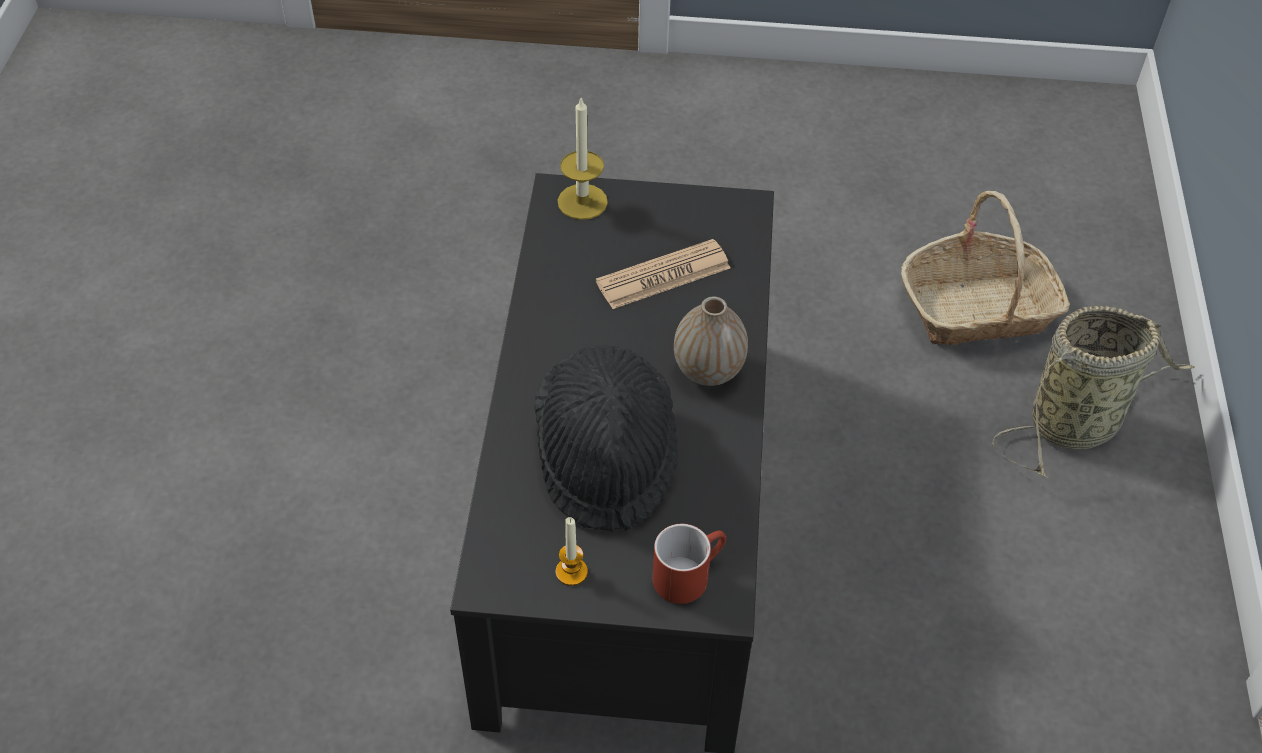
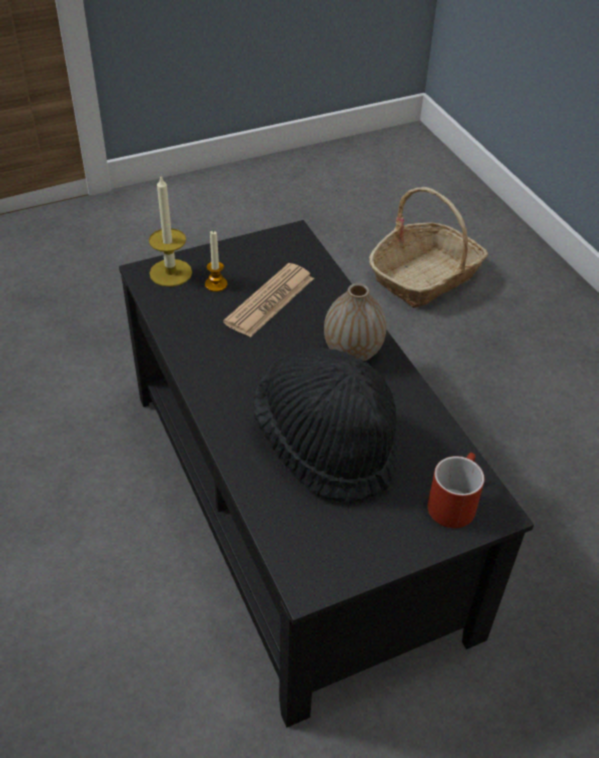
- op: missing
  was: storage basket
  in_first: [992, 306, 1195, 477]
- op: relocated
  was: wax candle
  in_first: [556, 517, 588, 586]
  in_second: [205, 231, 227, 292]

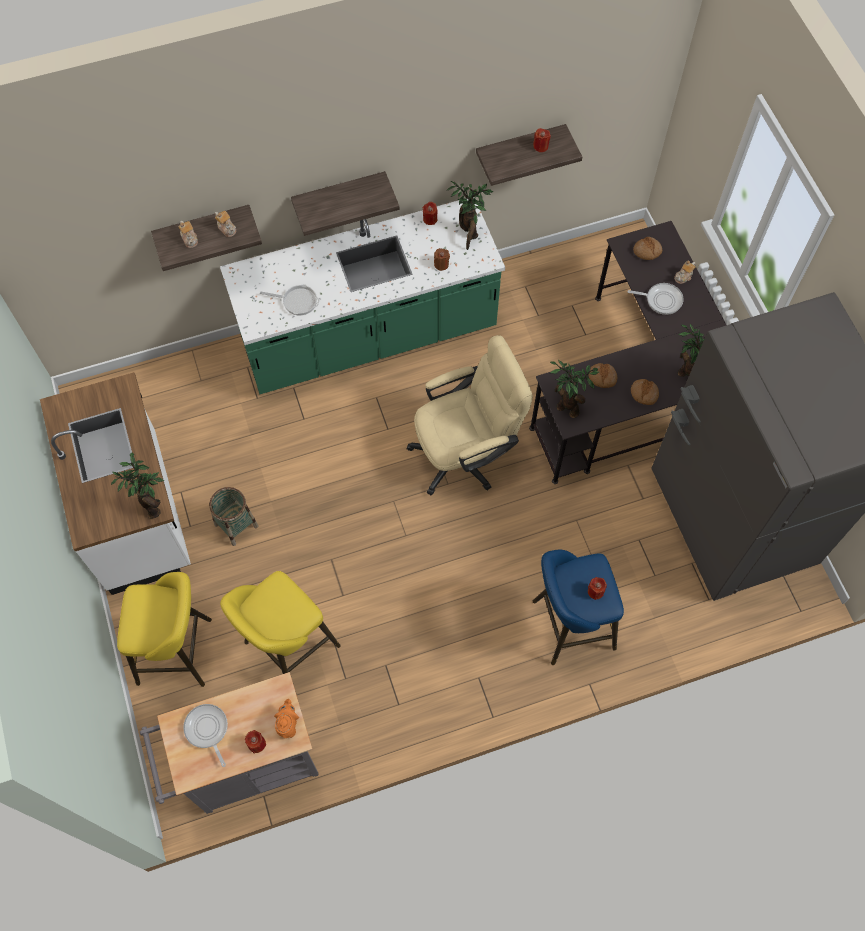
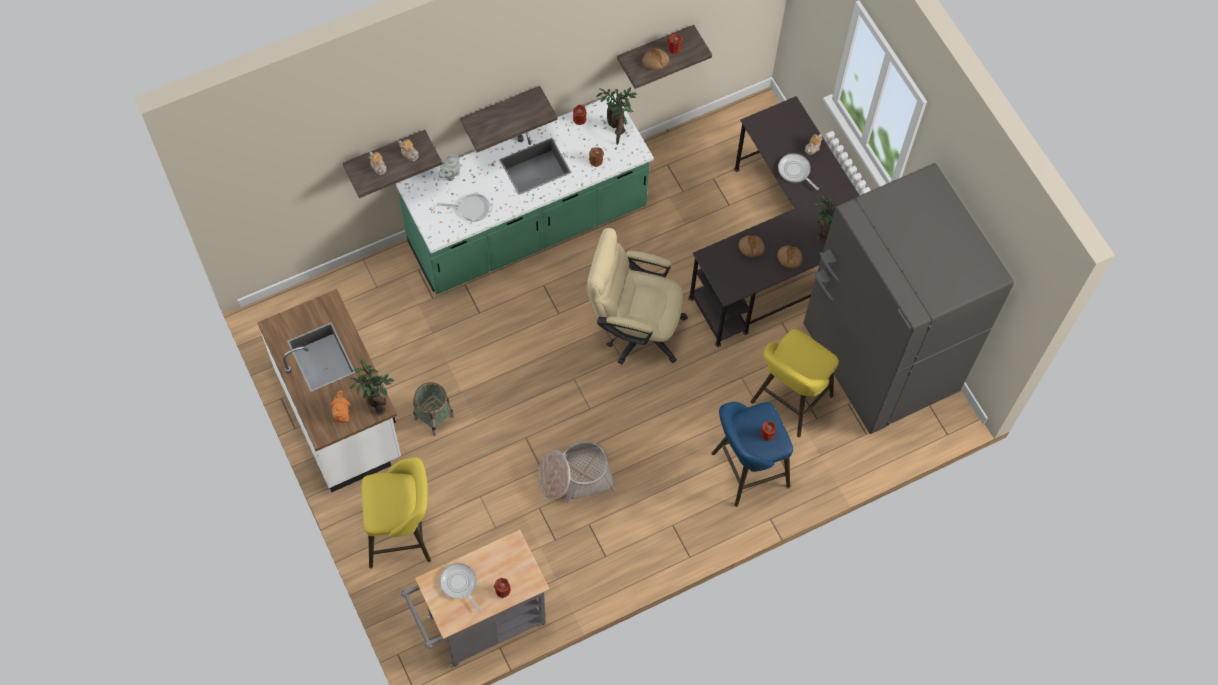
- op: missing
  was: potted plant
  in_first: [550, 360, 599, 418]
- op: appeared
  now: gray pot for tea
  in_second: [439, 155, 460, 181]
- op: appeared
  now: storage basket
  in_second: [538, 441, 616, 504]
- op: relocated
  was: yellow-coloured stool seat
  in_first: [220, 571, 340, 674]
  in_second: [750, 329, 839, 437]
- op: relocated
  was: orangey pot for tea
  in_first: [274, 699, 299, 738]
  in_second: [330, 391, 351, 423]
- op: relocated
  was: bakery bread
  in_first: [633, 237, 662, 260]
  in_second: [642, 48, 669, 70]
- op: spun
  was: sand-coloured desk chair
  in_first: [407, 335, 533, 496]
  in_second: [587, 228, 688, 365]
  clockwise: -135
- op: spun
  was: pan
  in_first: [627, 283, 683, 315]
  in_second: [778, 153, 819, 190]
  clockwise: -135

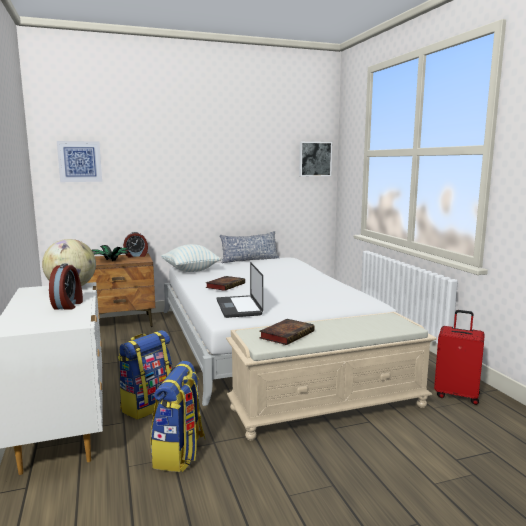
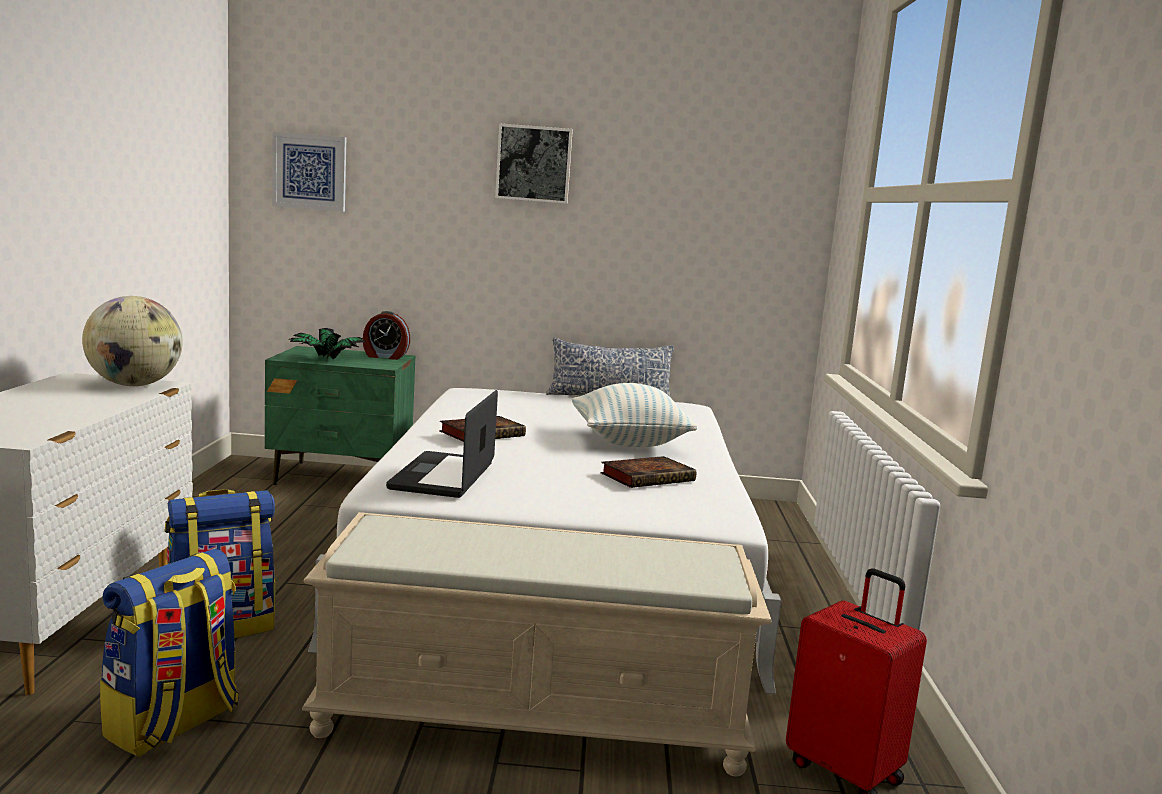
- op: missing
  was: bedside clock
  in_first: [49, 264, 83, 310]
- op: relocated
  was: throw pillow
  in_first: [161, 244, 221, 272]
  in_second: [572, 383, 697, 447]
- op: relocated
  was: bound book
  in_first: [259, 319, 315, 345]
  in_second: [600, 456, 696, 488]
- op: relocated
  was: wall art
  in_first: [299, 142, 332, 176]
  in_second: [495, 123, 573, 204]
- op: colour
  was: brown-coloured night table
  now: greenish night table
  in_first: [87, 253, 155, 327]
  in_second: [265, 346, 415, 485]

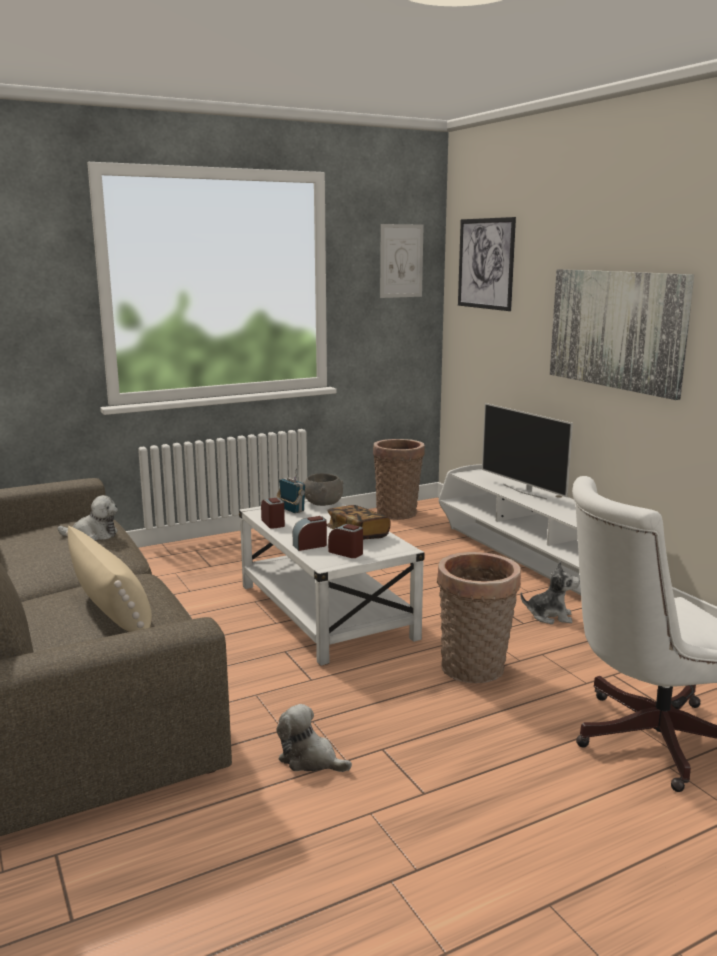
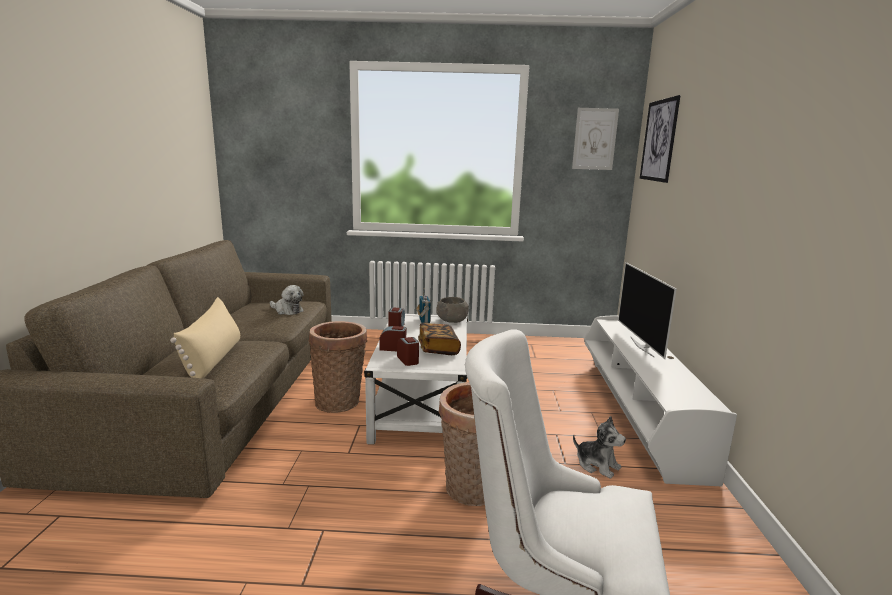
- op: missing
  was: soft toy
  in_first: [276, 704, 352, 772]
- op: missing
  was: wall art
  in_first: [550, 269, 694, 400]
- op: relocated
  was: storage basket
  in_first: [373, 439, 425, 520]
  in_second: [309, 321, 367, 413]

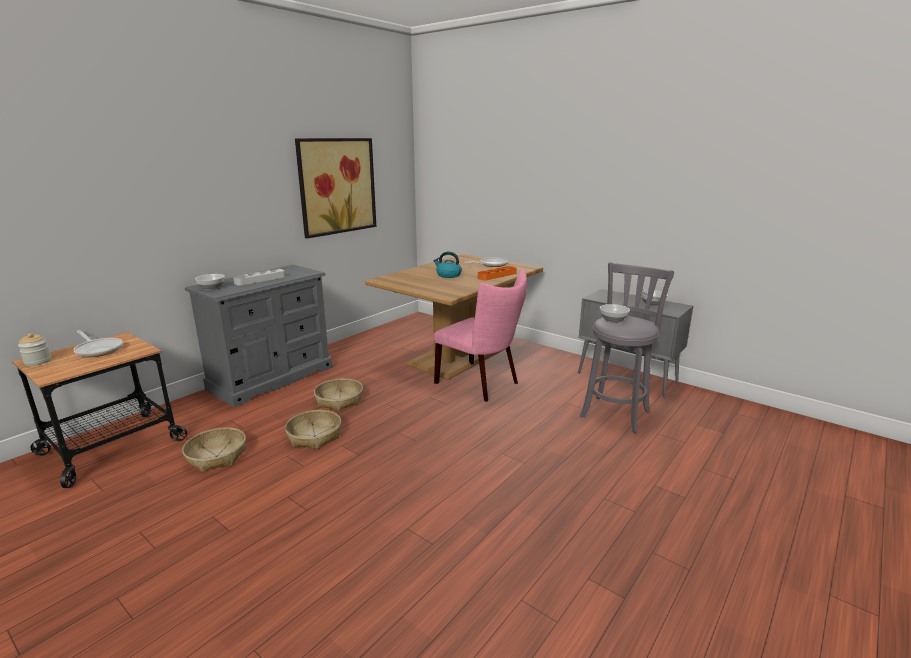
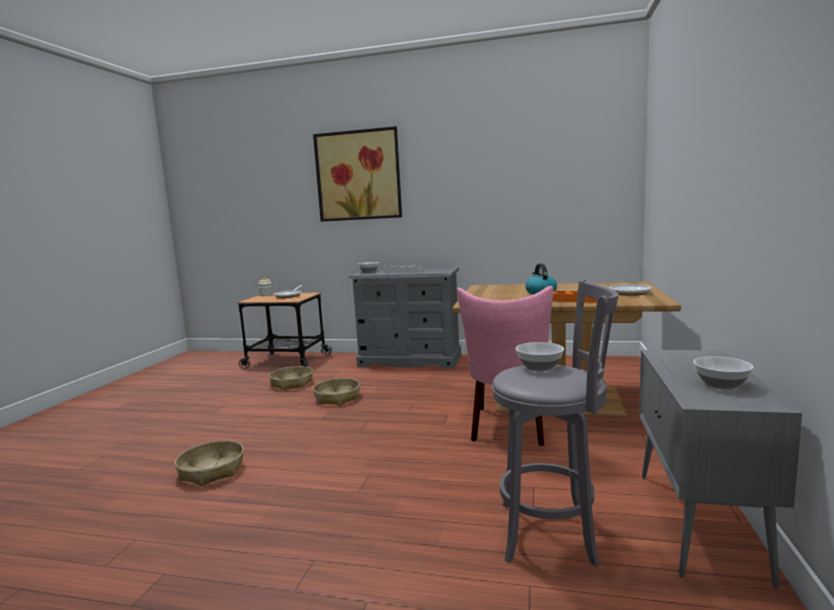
- op: relocated
  was: wall art
  in_first: [295, 138, 376, 239]
  in_second: [313, 126, 402, 222]
- op: relocated
  was: storage basket
  in_first: [314, 378, 363, 411]
  in_second: [175, 440, 244, 486]

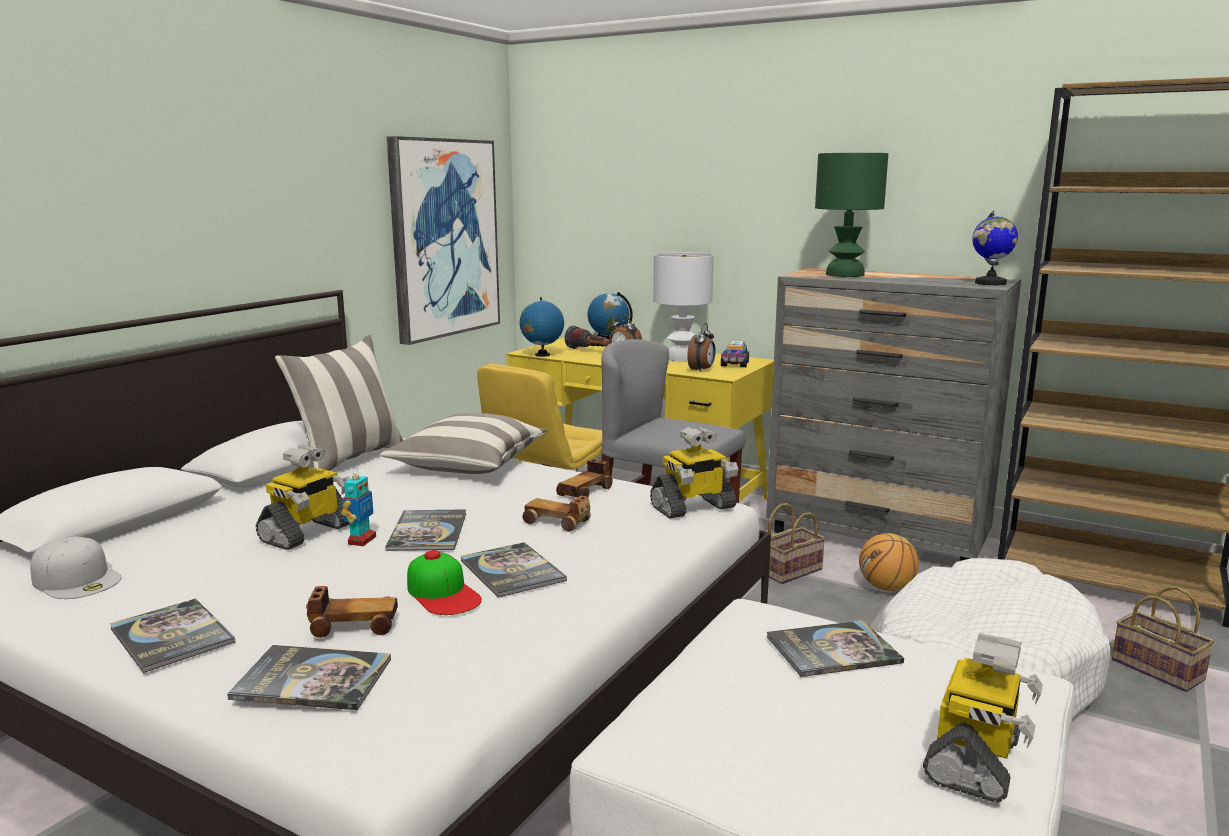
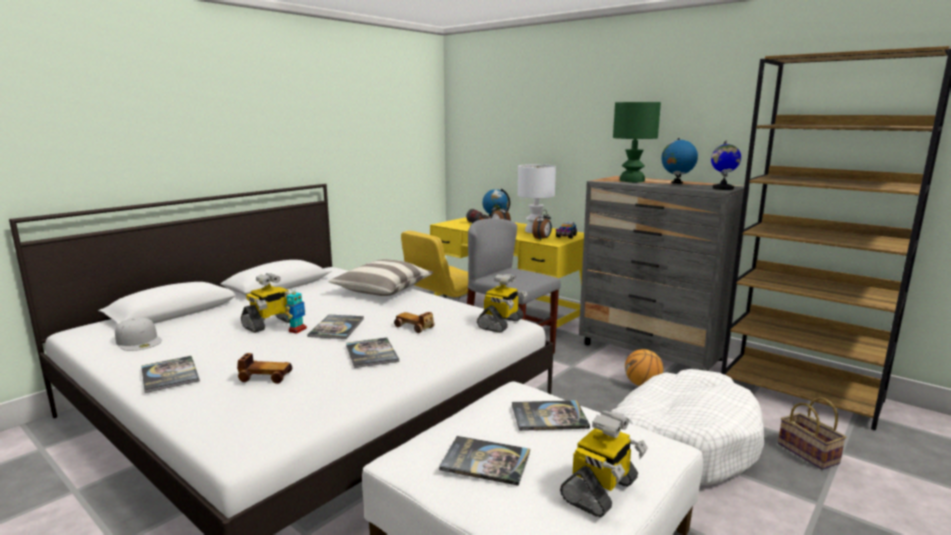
- op: missing
  was: throw pillow
  in_first: [275, 335, 403, 471]
- op: missing
  was: wall art
  in_first: [387, 136, 500, 345]
- op: missing
  was: baseball cap
  in_first: [407, 550, 482, 615]
- op: missing
  was: model car
  in_first: [556, 459, 613, 497]
- op: missing
  was: storage basket
  in_first: [768, 503, 826, 584]
- op: relocated
  was: bound book
  in_first: [227, 645, 391, 710]
  in_second: [439, 436, 530, 486]
- op: relocated
  was: globe
  in_first: [520, 297, 564, 357]
  in_second: [661, 138, 698, 184]
- op: spun
  was: toy robot
  in_first: [650, 426, 738, 519]
  in_second: [477, 273, 528, 333]
  clockwise: -45

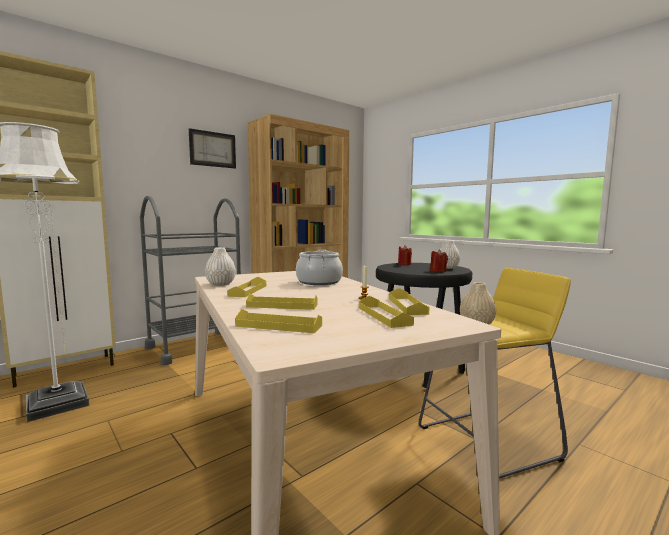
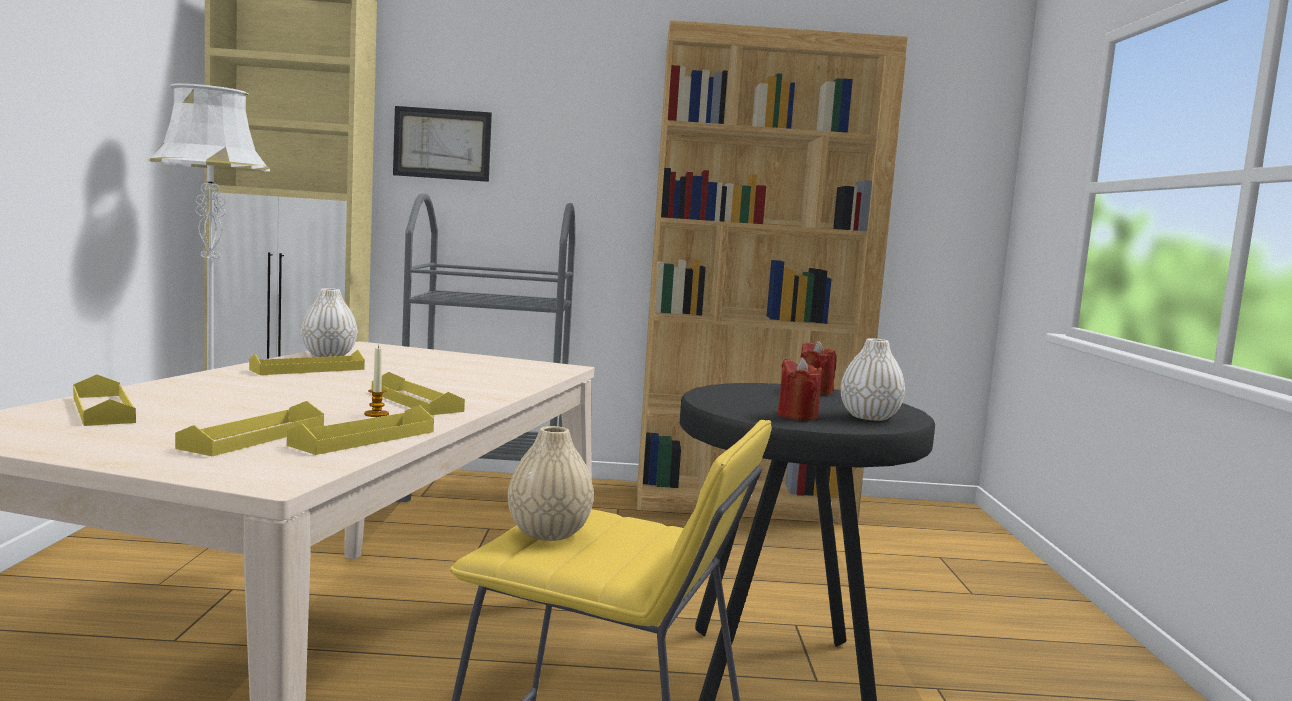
- op: missing
  was: saucepot
  in_first: [296, 250, 343, 285]
- op: relocated
  was: wall art
  in_first: [189, 128, 236, 169]
  in_second: [393, 106, 492, 182]
- op: relocated
  was: yellow-coloured tray
  in_first: [246, 293, 318, 310]
  in_second: [372, 372, 465, 415]

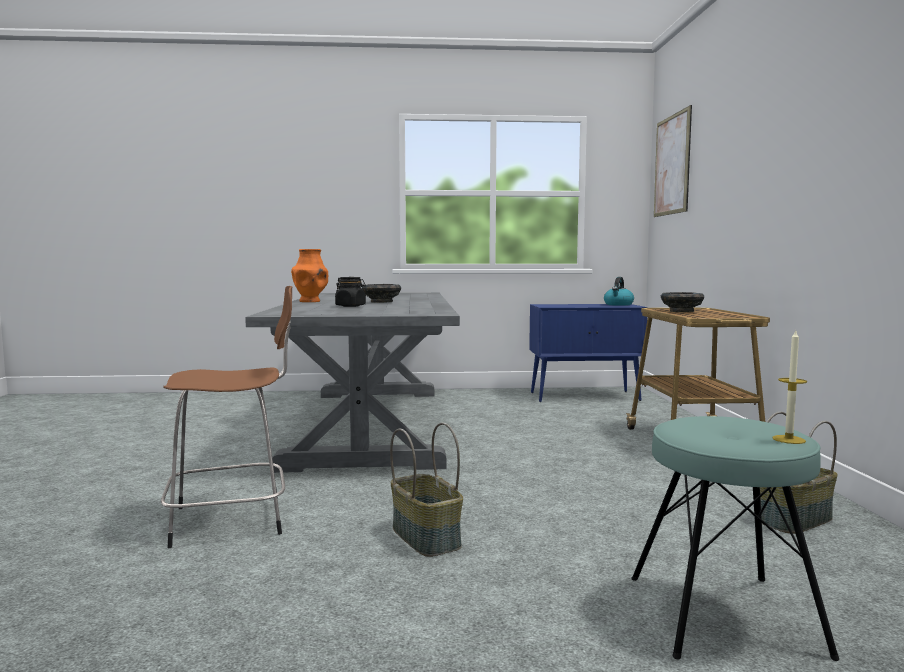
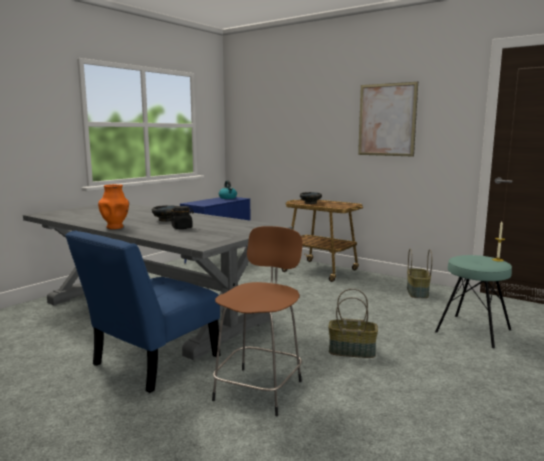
- op: appeared
  now: blue-coloured plain chair
  in_second: [65, 231, 221, 393]
- op: relocated
  was: wall art
  in_first: [654, 105, 692, 217]
  in_second: [358, 82, 418, 157]

